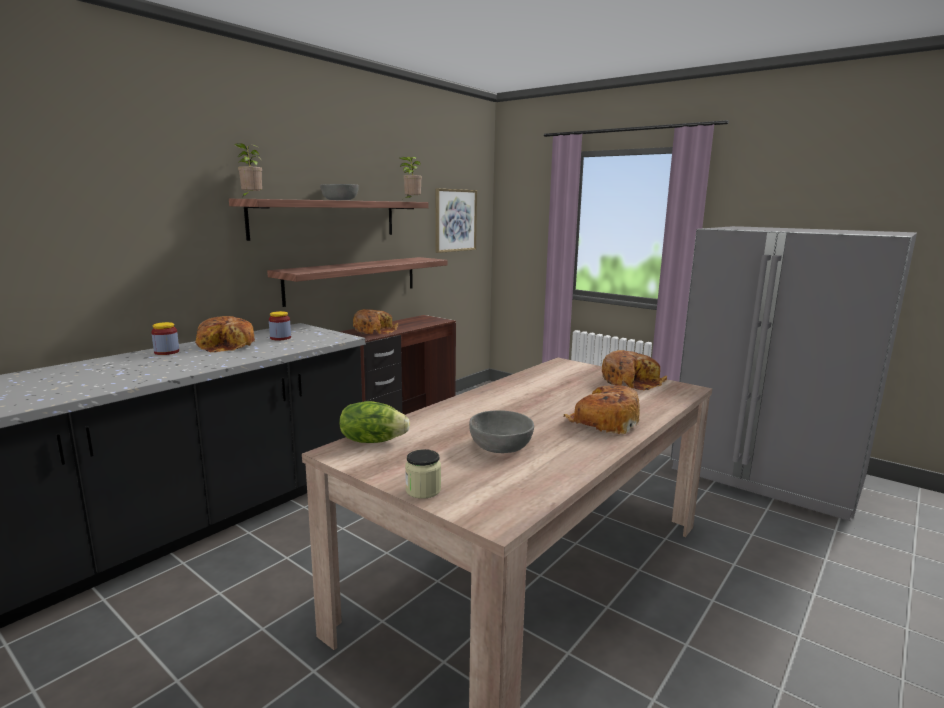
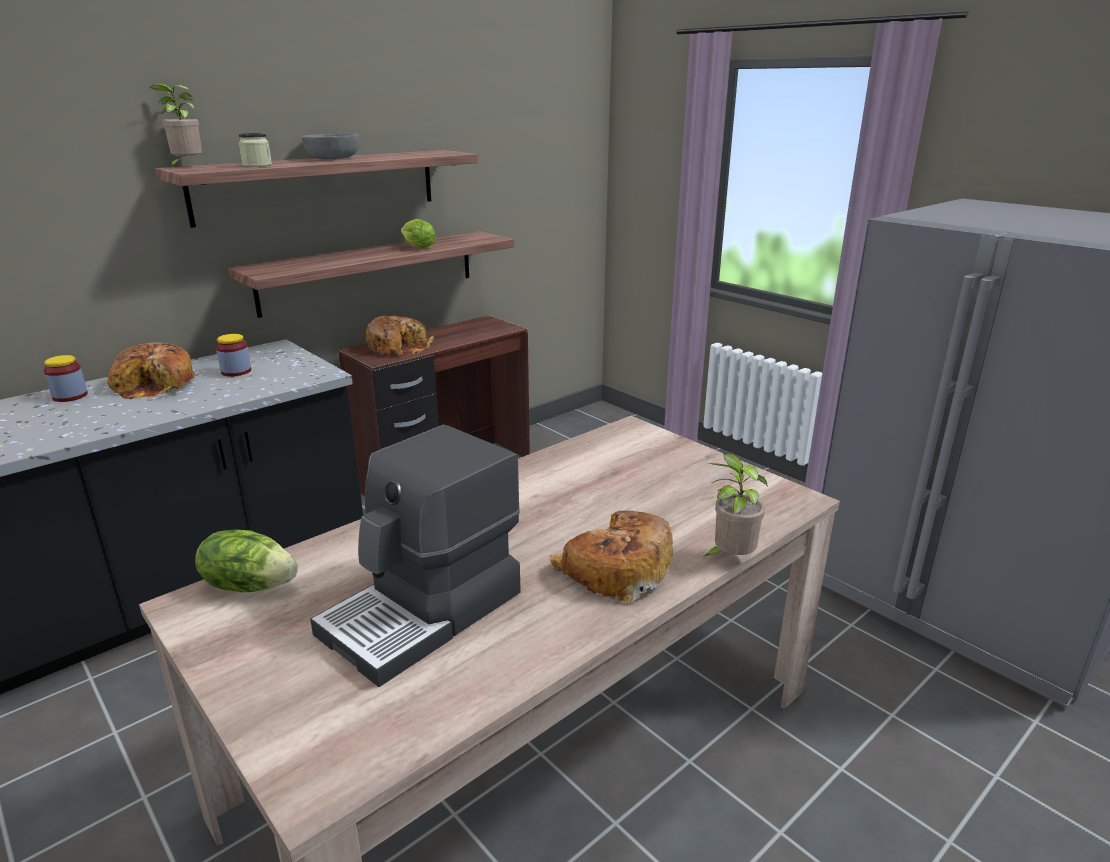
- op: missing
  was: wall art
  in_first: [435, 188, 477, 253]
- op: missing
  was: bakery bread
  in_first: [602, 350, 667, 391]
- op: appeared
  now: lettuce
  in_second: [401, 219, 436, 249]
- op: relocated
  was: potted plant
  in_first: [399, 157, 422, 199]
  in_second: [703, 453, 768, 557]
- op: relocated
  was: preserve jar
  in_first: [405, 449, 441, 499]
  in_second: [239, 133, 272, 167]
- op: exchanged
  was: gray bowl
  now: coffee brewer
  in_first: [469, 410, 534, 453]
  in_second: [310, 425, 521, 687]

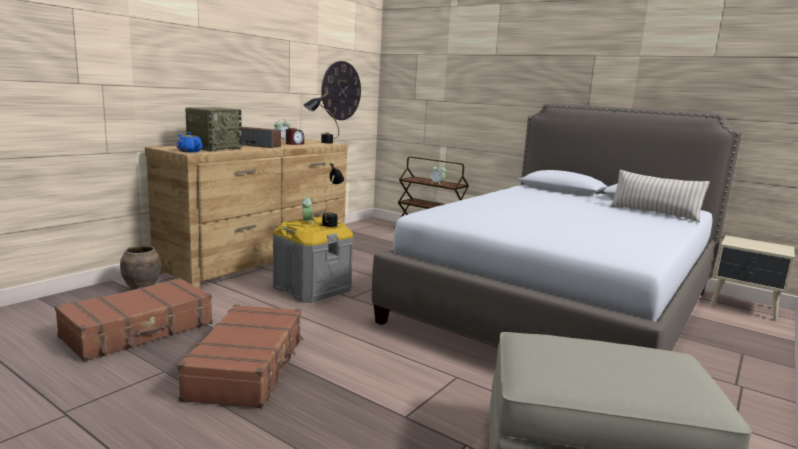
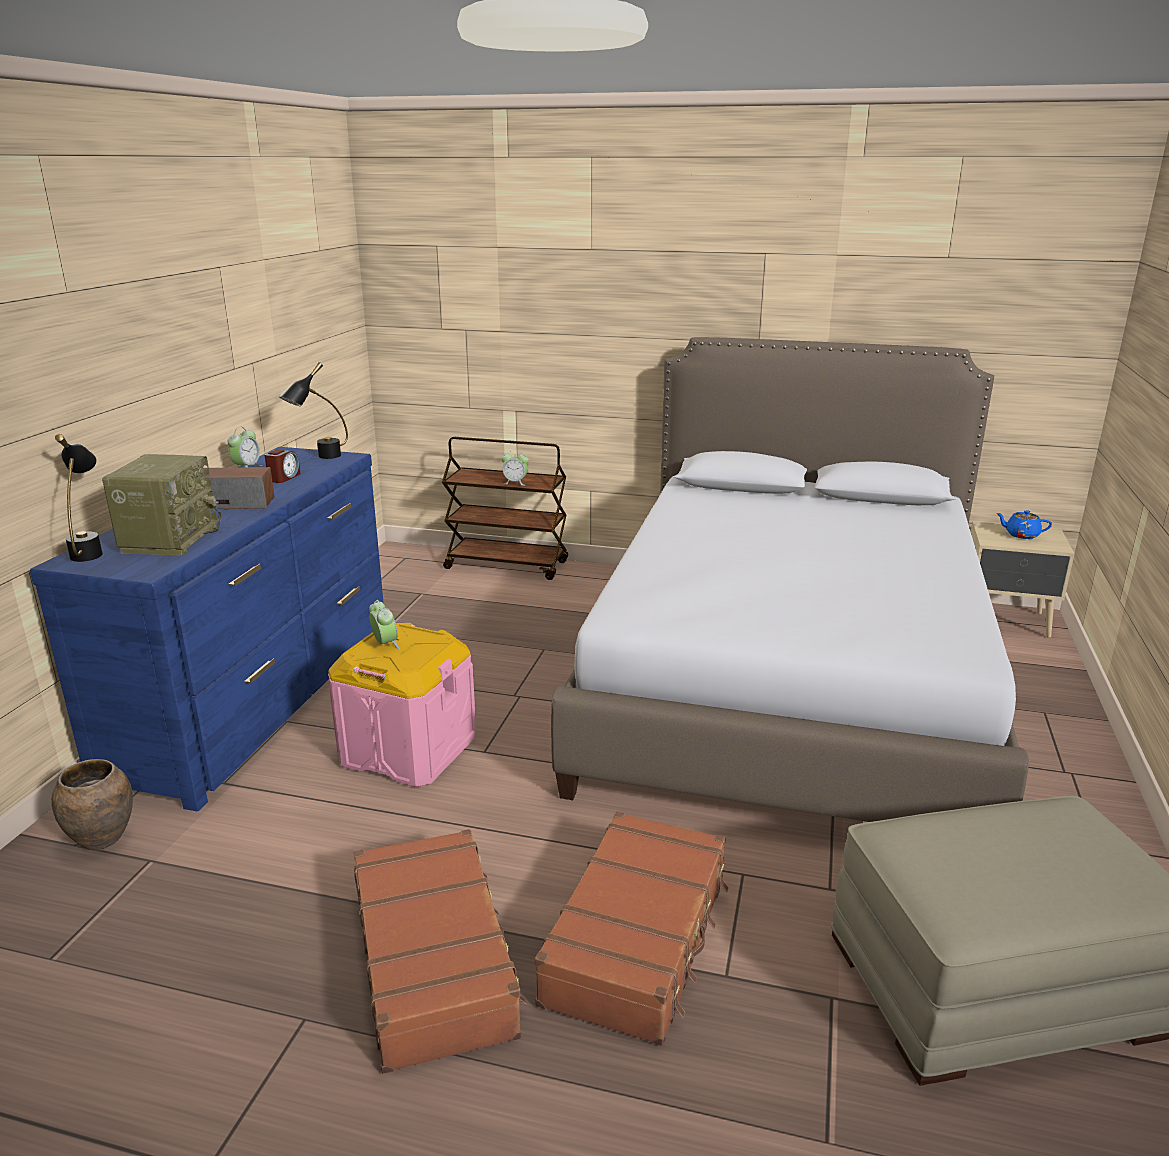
- op: missing
  was: wall clock
  in_first: [321, 61, 361, 120]
- op: missing
  was: sand-coloured throw pillow
  in_first: [610, 170, 710, 222]
- op: relocated
  was: brown-coloured piece of luggage
  in_first: [55, 278, 213, 362]
  in_second: [535, 811, 728, 1046]
- op: relocated
  was: blue-coloured pot for tea
  in_first: [176, 132, 203, 152]
  in_second: [996, 510, 1052, 539]
- op: relocated
  was: black-coloured tabletop lamp
  in_first: [322, 161, 344, 227]
  in_second: [55, 434, 103, 562]
- op: colour
  was: brown-coloured dresser
  now: blue-coloured dresser
  in_first: [145, 139, 348, 288]
  in_second: [30, 447, 383, 811]
- op: colour
  was: gray storage container
  now: pinkish storage container
  in_first: [273, 217, 353, 303]
  in_second: [328, 623, 476, 787]

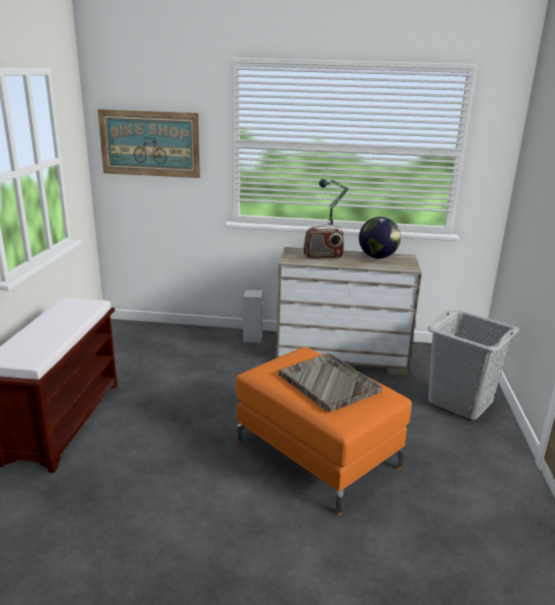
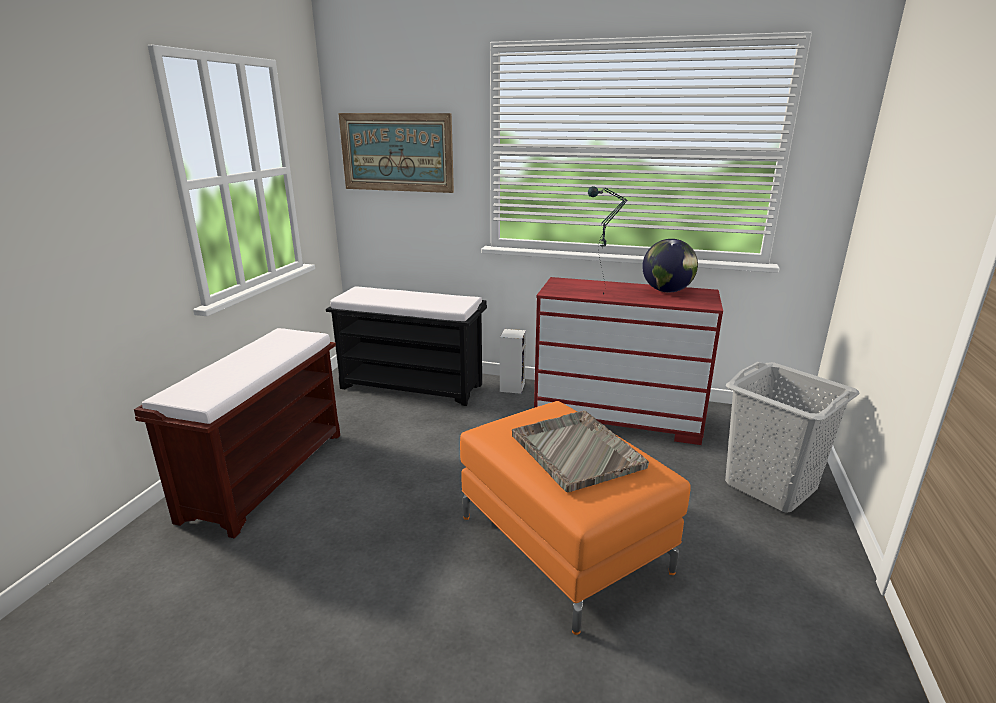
- op: missing
  was: radio
  in_first: [304, 224, 344, 259]
- op: appeared
  now: black-coloured indoor bench
  in_second: [326, 286, 487, 406]
- op: colour
  was: sand-coloured dresser
  now: red dresser
  in_first: [276, 247, 422, 376]
  in_second: [534, 277, 723, 445]

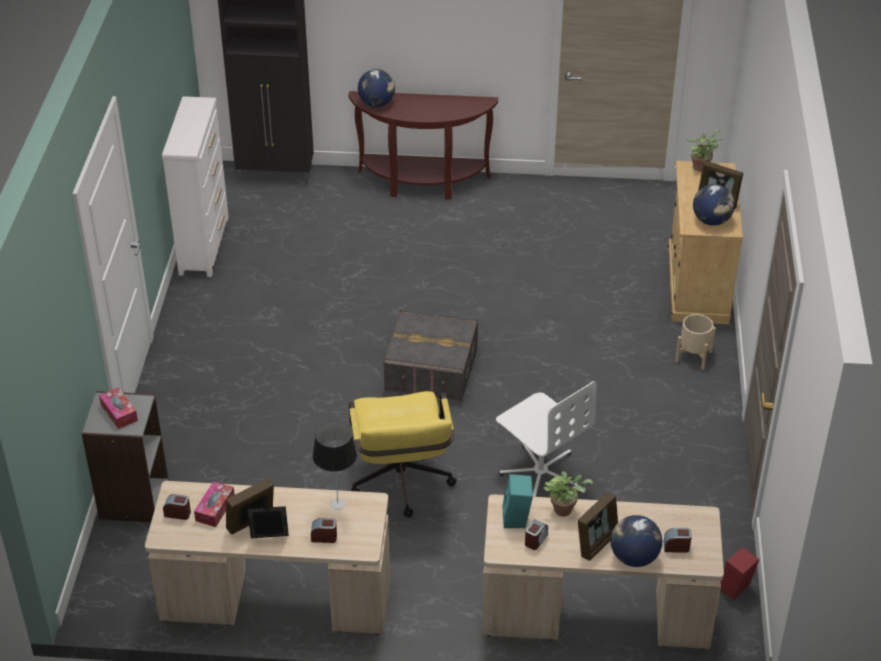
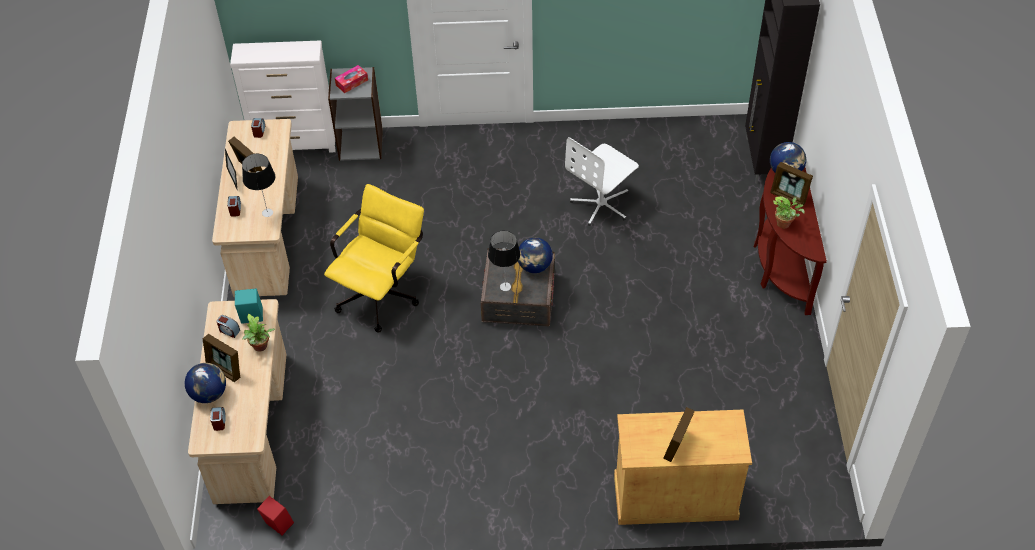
- op: missing
  was: box of tissues
  in_first: [194, 481, 235, 527]
- op: missing
  was: sand-coloured flower pot
  in_first: [675, 314, 716, 370]
- op: appeared
  now: tabletop lamp
  in_second: [488, 231, 520, 291]
- op: appeared
  now: standing frame
  in_second: [770, 162, 813, 205]
- op: relocated
  was: white dresser
  in_first: [162, 96, 229, 277]
  in_second: [230, 40, 336, 152]
- op: relocated
  was: white desk chair
  in_first: [496, 381, 596, 497]
  in_second: [565, 137, 639, 226]
- op: relocated
  was: potted plant
  in_first: [687, 130, 722, 172]
  in_second: [773, 196, 805, 228]
- op: relocated
  was: globe
  in_first: [693, 184, 735, 226]
  in_second: [518, 237, 553, 273]
- op: spun
  was: yellow-coloured desk chair
  in_first: [349, 391, 456, 518]
  in_second: [324, 184, 424, 333]
  clockwise: 135

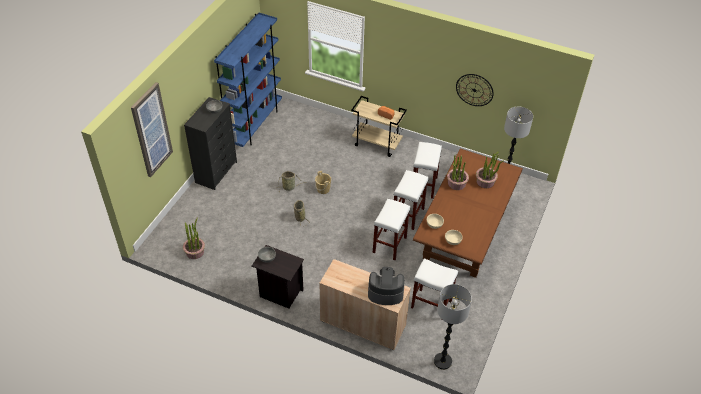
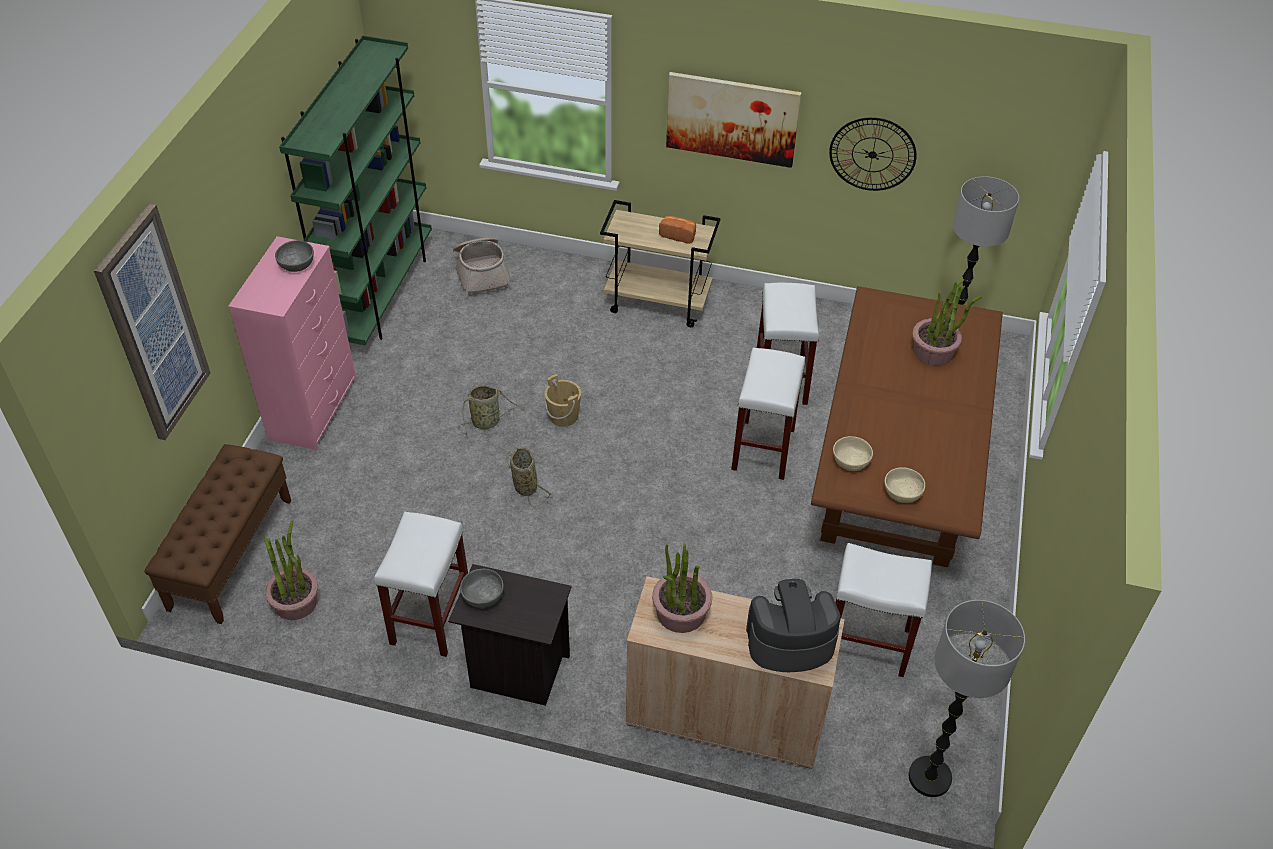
- op: appeared
  now: brown-coloured indoor bench
  in_second: [145, 444, 291, 624]
- op: appeared
  now: storage basket
  in_second: [453, 237, 513, 299]
- op: appeared
  now: wall art
  in_second: [666, 72, 802, 168]
- op: relocated
  was: white stool seat
  in_first: [373, 199, 410, 260]
  in_second: [374, 512, 468, 657]
- op: relocated
  was: potted plant
  in_first: [447, 155, 469, 190]
  in_second: [652, 543, 712, 633]
- op: colour
  was: black-coloured dresser
  now: pinkish dresser
  in_first: [184, 97, 237, 190]
  in_second: [228, 236, 357, 450]
- op: colour
  was: blue-coloured shelving unit
  now: greenish shelving unit
  in_first: [214, 12, 282, 147]
  in_second: [279, 36, 432, 345]

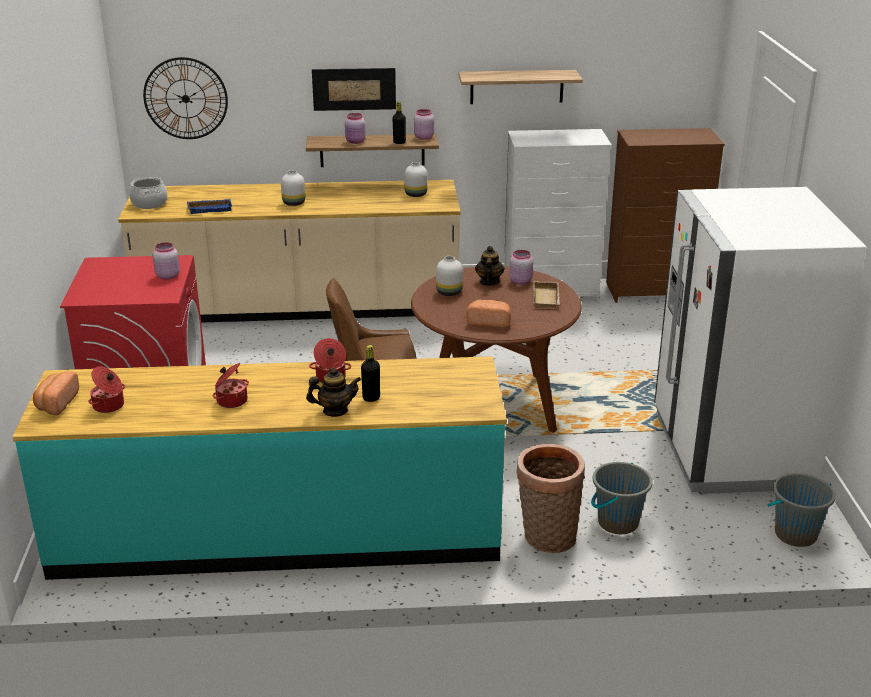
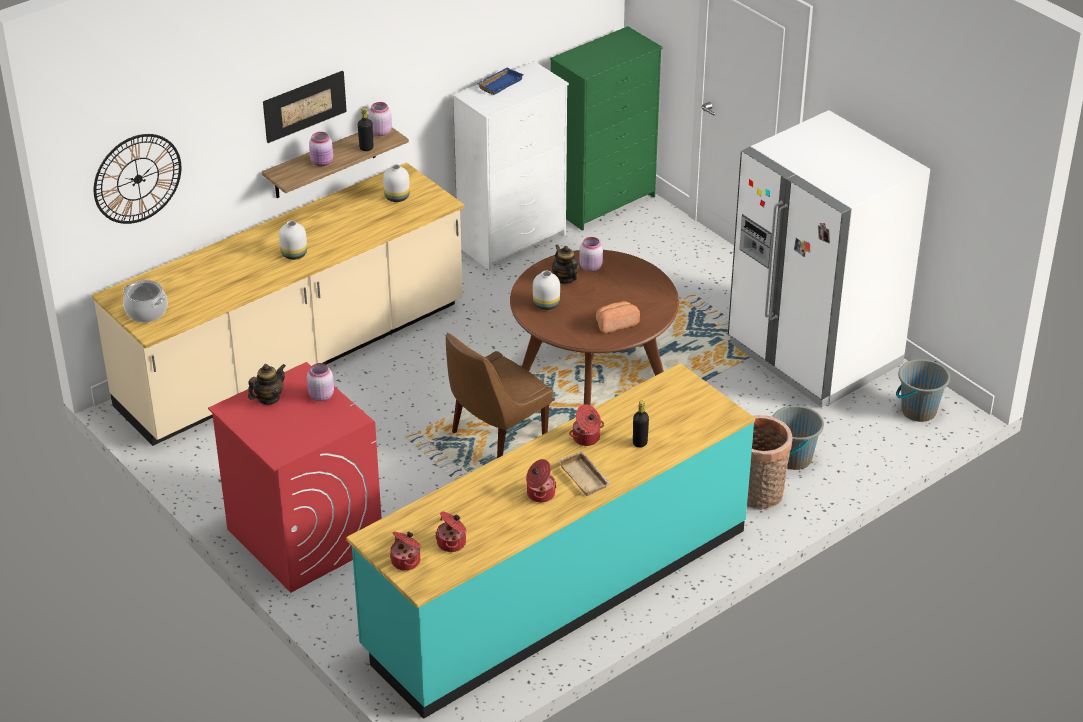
- op: missing
  was: bracket shelf
  in_first: [458, 70, 583, 104]
- op: relocated
  was: blue-coloured tray
  in_first: [187, 199, 232, 214]
  in_second: [477, 68, 524, 95]
- op: relocated
  was: pot for tea
  in_first: [306, 367, 361, 417]
  in_second: [248, 364, 286, 405]
- op: relocated
  was: sand-coloured tray
  in_first: [533, 281, 560, 308]
  in_second: [558, 451, 611, 496]
- op: exchanged
  was: bakery bread
  now: saucepot
  in_first: [33, 371, 79, 415]
  in_second: [390, 532, 422, 571]
- op: colour
  was: brown-coloured dresser
  now: greenish dresser
  in_first: [606, 128, 725, 303]
  in_second: [550, 26, 663, 231]

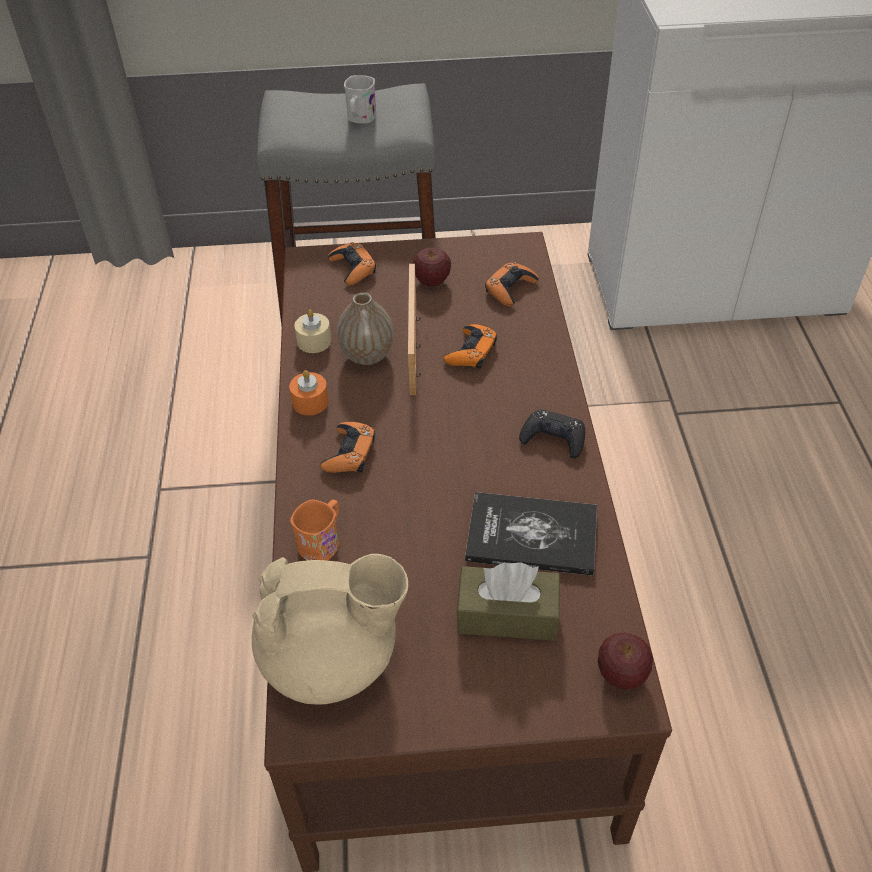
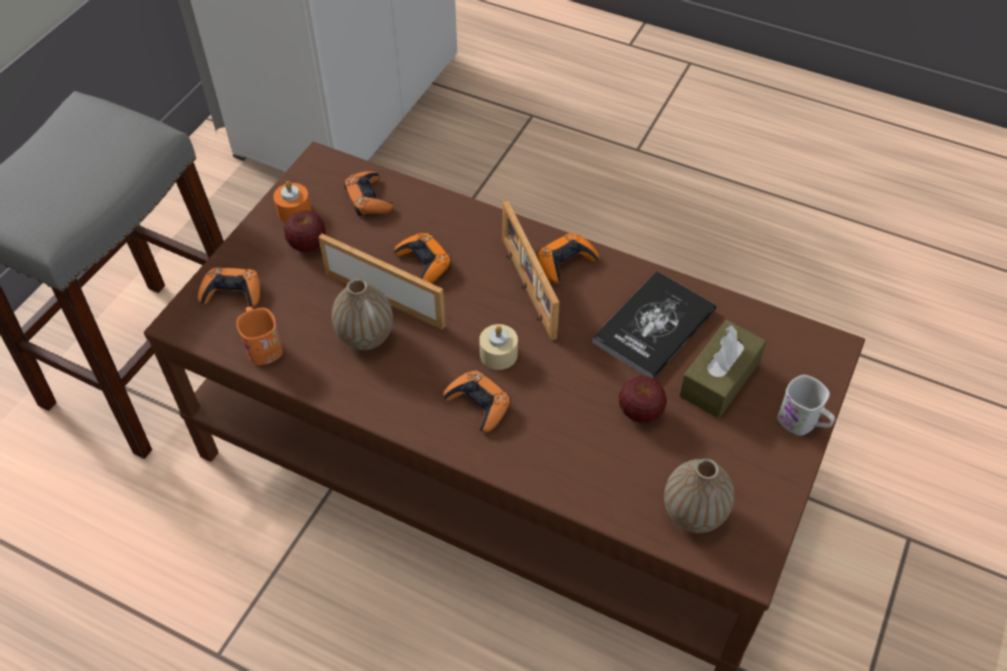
- op: appeared
  now: standing frame
  in_second: [503, 201, 559, 340]
- op: relocated
  was: orangey wax candle
  in_first: [289, 370, 329, 415]
  in_second: [273, 181, 311, 222]
- op: relocated
  was: orangey mug
  in_first: [290, 500, 339, 561]
  in_second: [237, 306, 282, 365]
- op: relocated
  was: sand-coloured wax candle
  in_first: [294, 309, 331, 353]
  in_second: [479, 324, 518, 370]
- op: relocated
  was: white mug
  in_first: [344, 75, 376, 124]
  in_second: [777, 375, 835, 436]
- op: relocated
  was: apple fruit
  in_first: [598, 633, 653, 690]
  in_second: [619, 376, 667, 423]
- op: exchanged
  was: sand-coloured pot for tea
  now: vase
  in_first: [252, 554, 408, 705]
  in_second: [664, 458, 734, 533]
- op: colour
  was: black-coloured joypad
  now: orangey joypad
  in_first: [519, 409, 585, 458]
  in_second: [537, 233, 599, 284]

